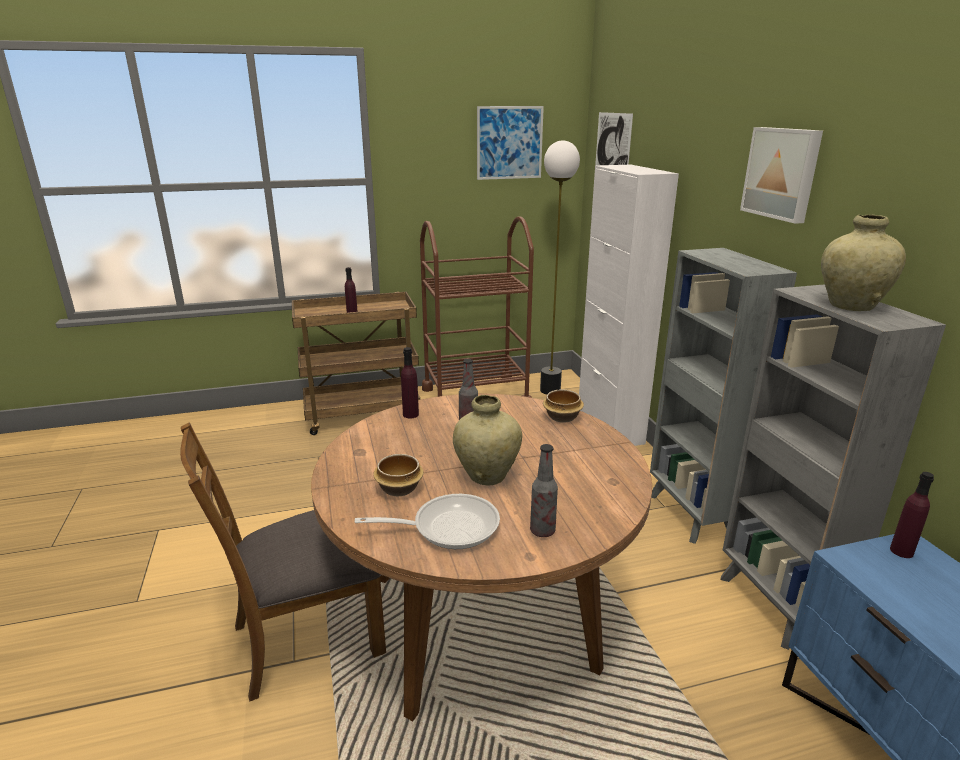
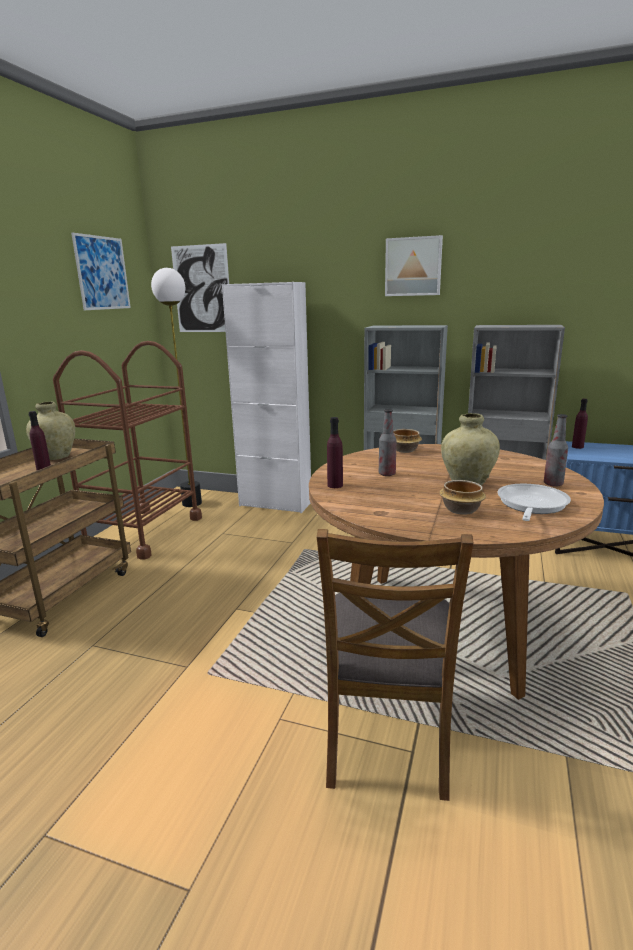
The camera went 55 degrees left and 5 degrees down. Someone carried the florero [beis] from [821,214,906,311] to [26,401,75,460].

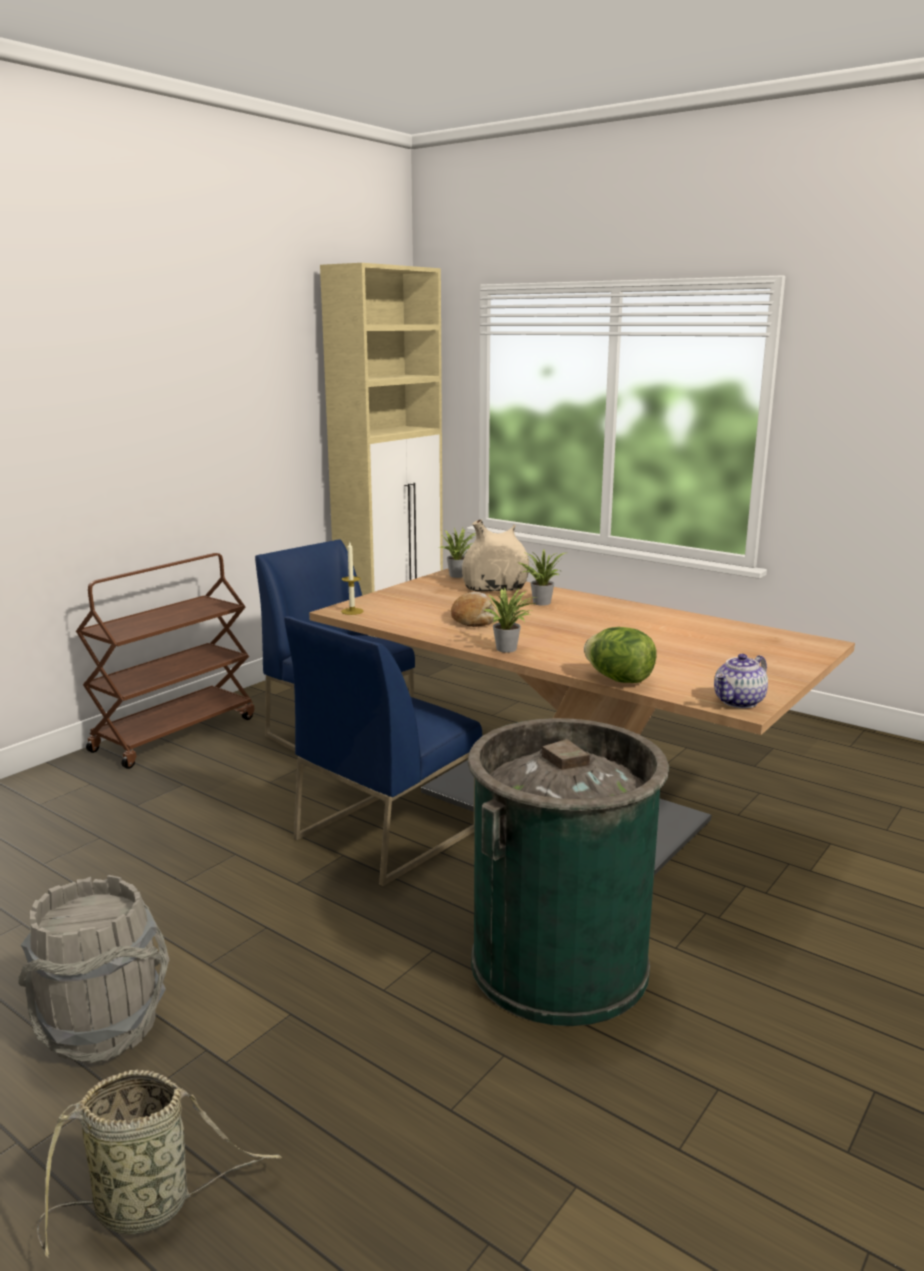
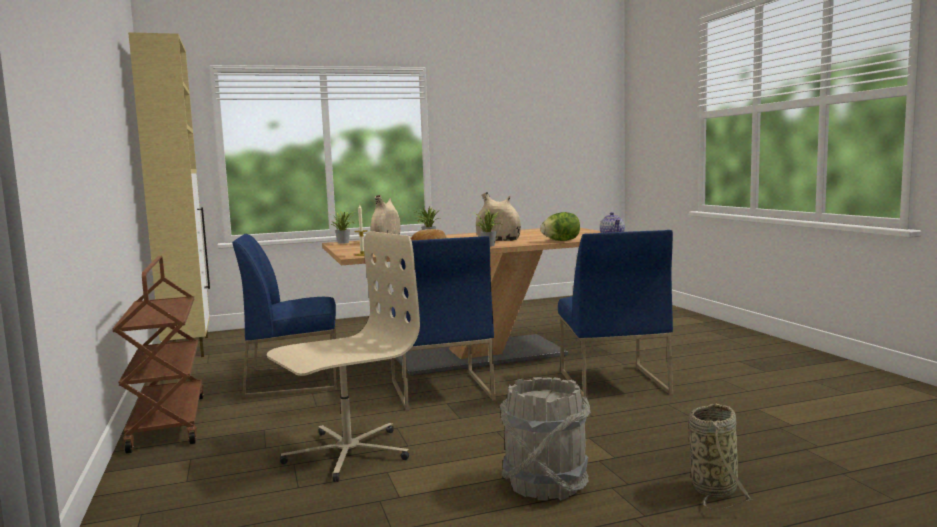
The camera went 55 degrees left and 10 degrees down. Someone put down the silla de oficina [beis] at [267,231,420,482]. Someone put down the florero [beis] at [476,192,521,241]. Someone swapped the papelera [verde] at [468,718,669,1026] for the silla [azul] at [558,230,673,400].

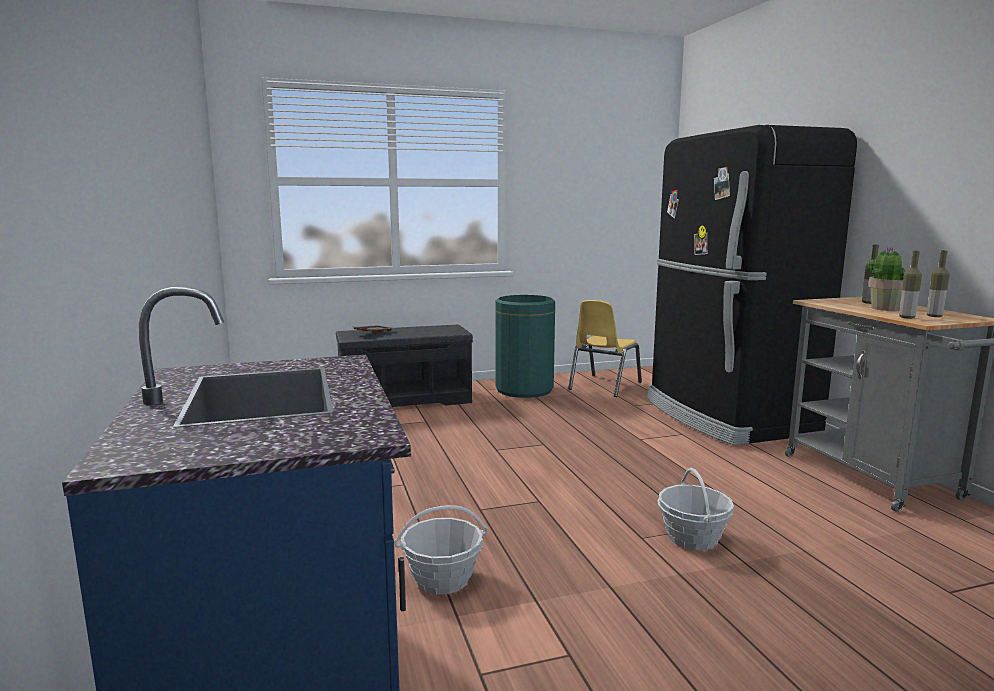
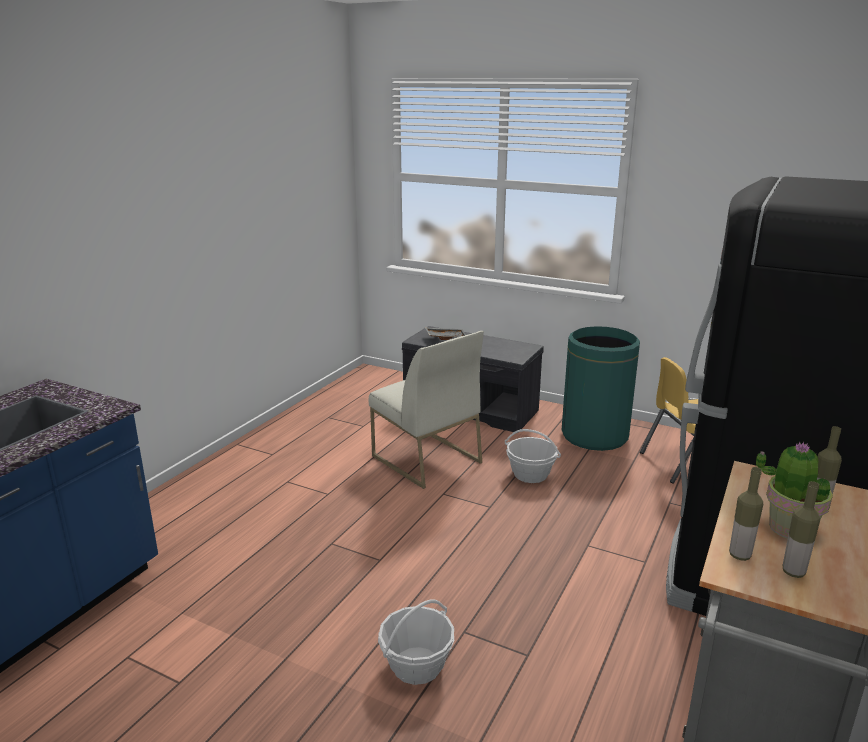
The camera went 45 degrees right and 10 degrees up. Someone put down the silla [blanco] at [369,331,484,489]. Someone carried the cesta from [394,505,488,595] to [505,429,561,483].

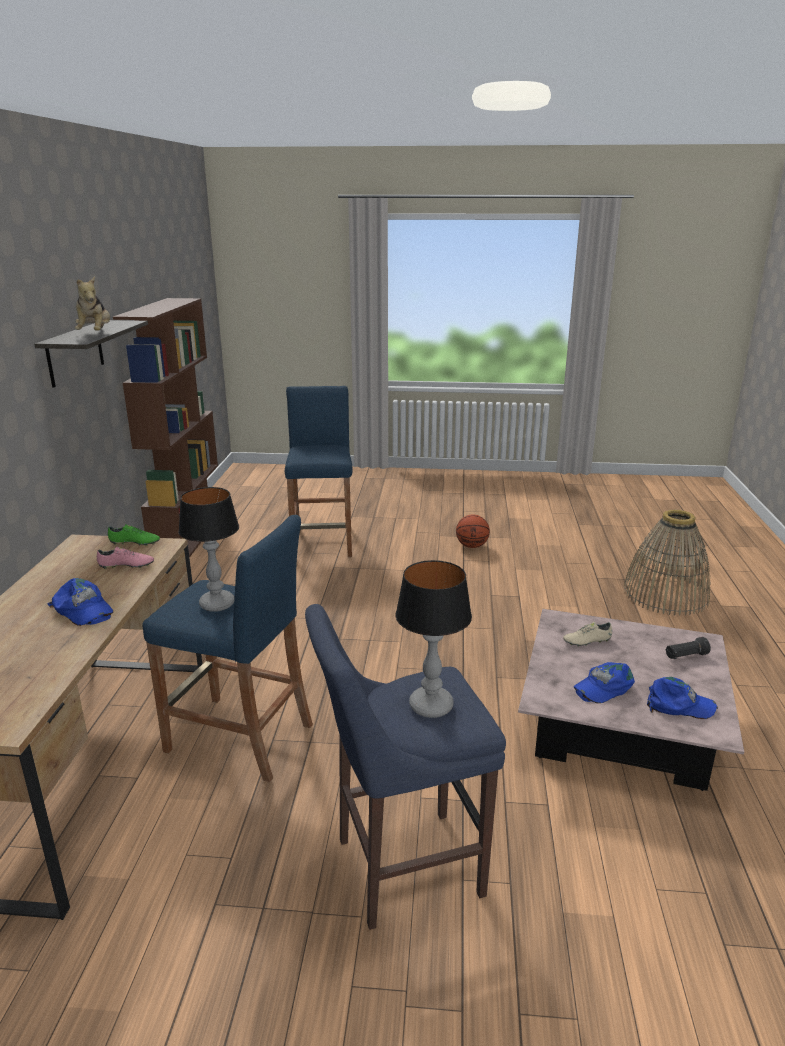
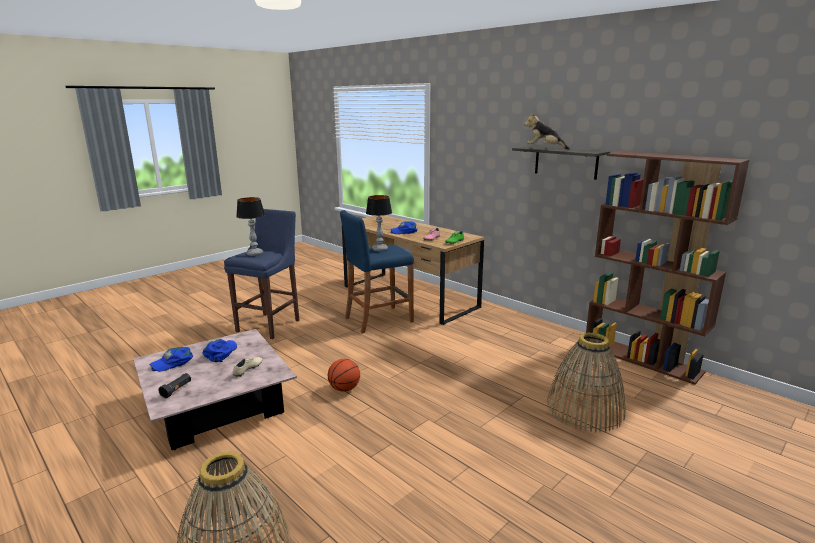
The camera went 130 degrees right and 5 degrees down. Someone carried the balón de baloncesto from [456,515,490,548] to [328,359,360,392]. Someone swapped the taburete [azul] at [285,386,353,557] for the cesta at [547,333,625,432].

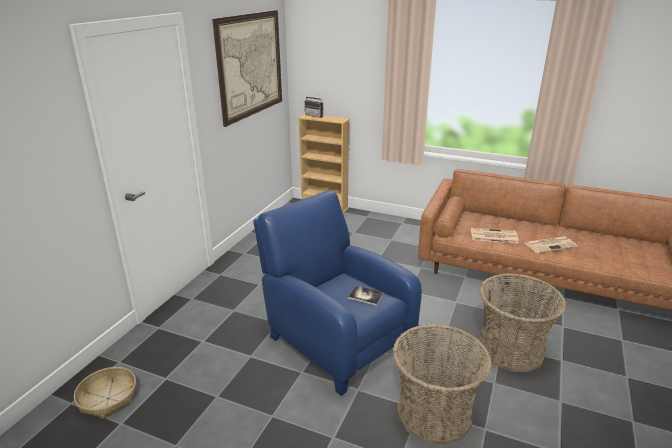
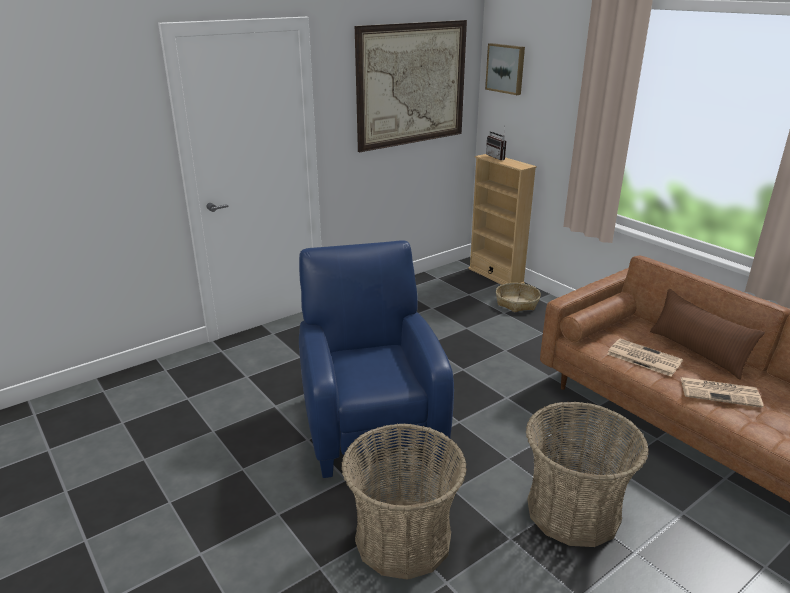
The camera went 30 degrees right and 0 degrees up. Someone put up the cuadro at [485,43,525,95]. Someone carried the cesta from [74,367,136,419] to [496,283,541,312]. Someone put down the cojín [marrón] at [650,289,765,380]. Someone took away the libro at [348,286,384,306].

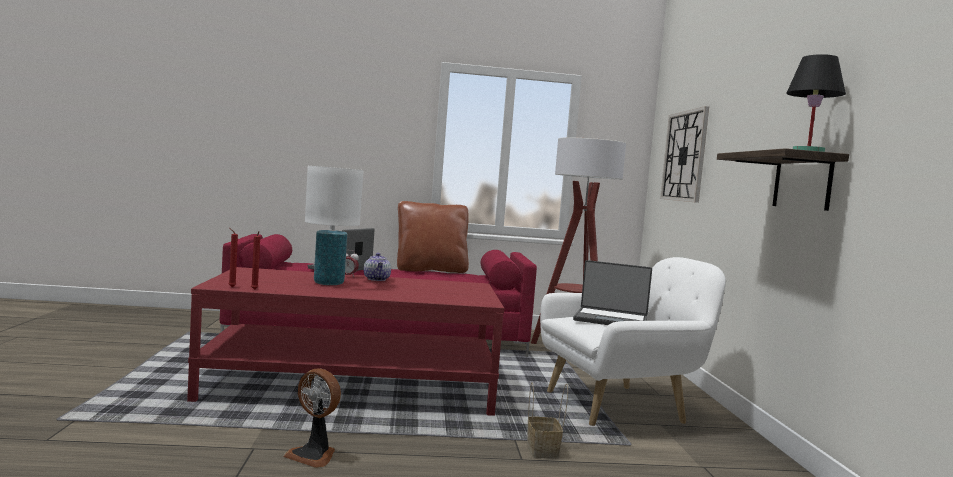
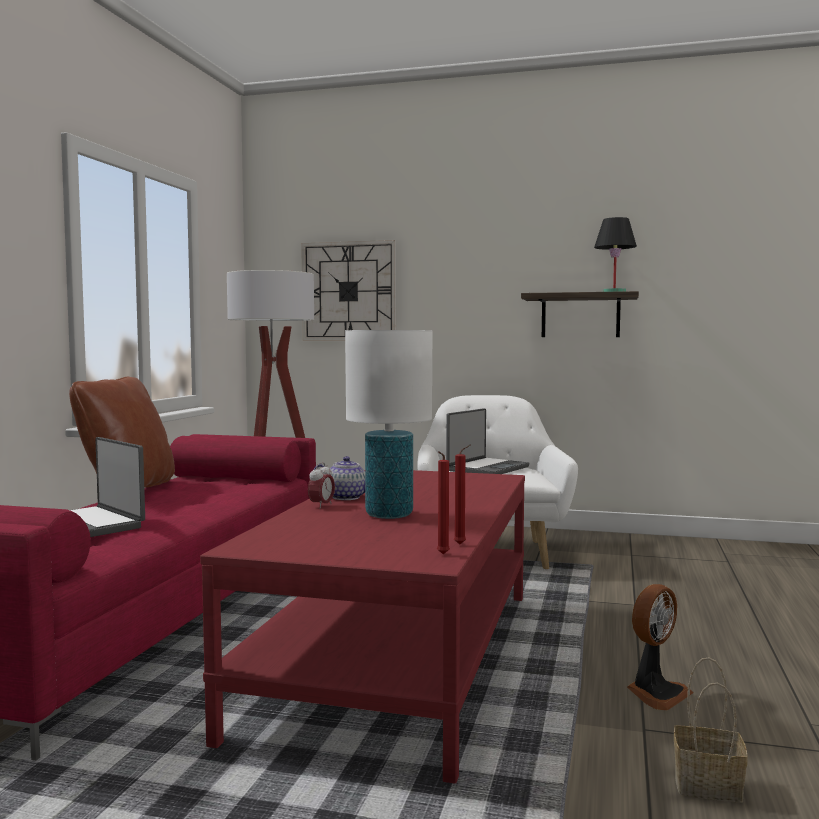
The camera went 70 degrees left and 0 degrees up. Someone carried the cesta from [527,382,568,458] to [674,657,748,803].

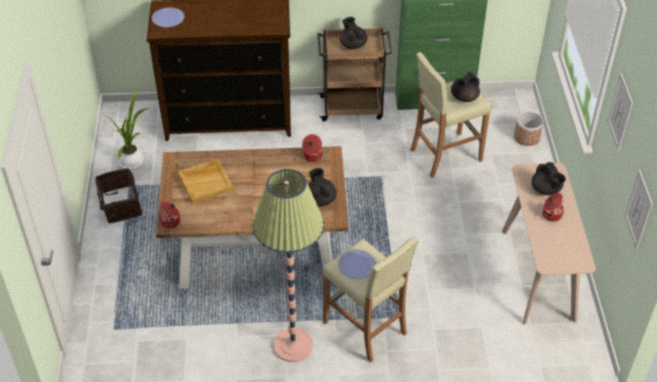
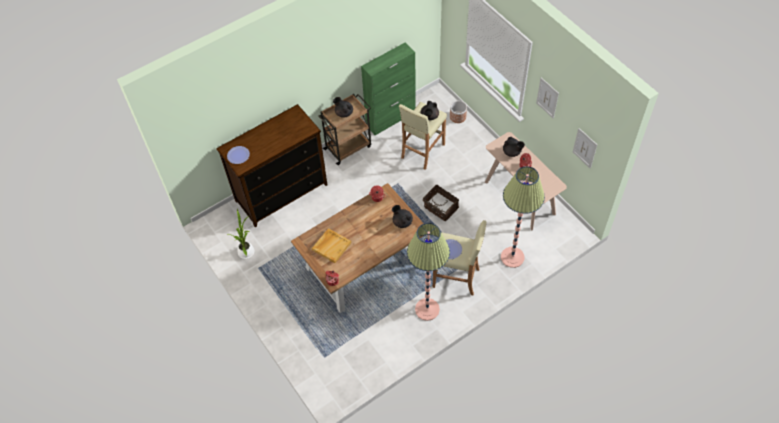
The camera went 30 degrees left and 10 degrees up. Someone carried the cesta from [95,168,142,223] to [423,184,459,221]. Someone put down the lámpara de pie at [501,166,545,268].

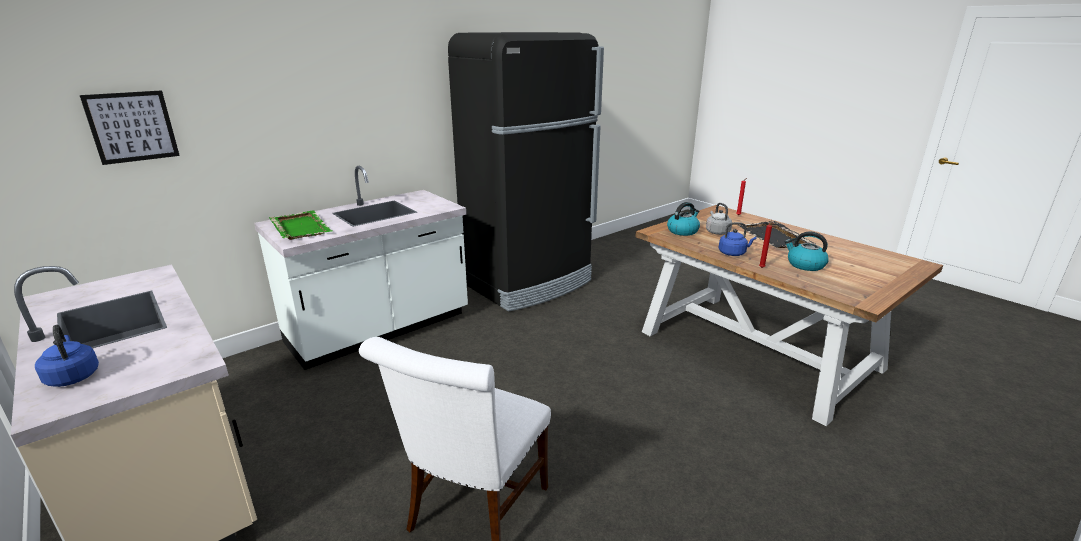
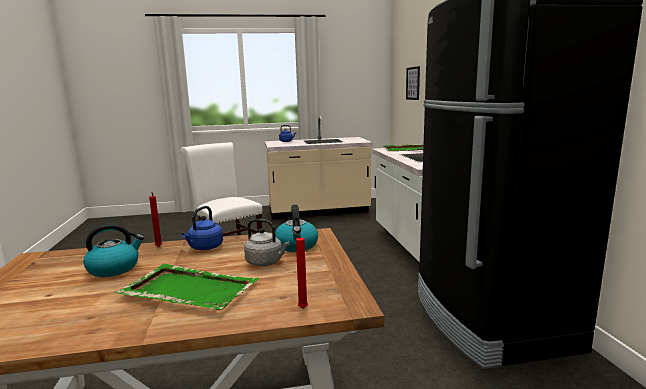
The camera went 120 degrees right and 10 degrees down. Someone repainted the bandeja [negro] at [738,221,816,248], which became the bandeja [verde] at [114,264,259,310].

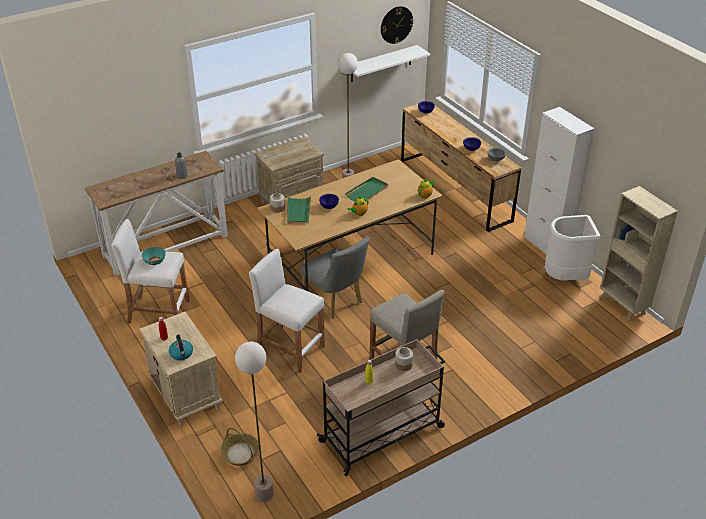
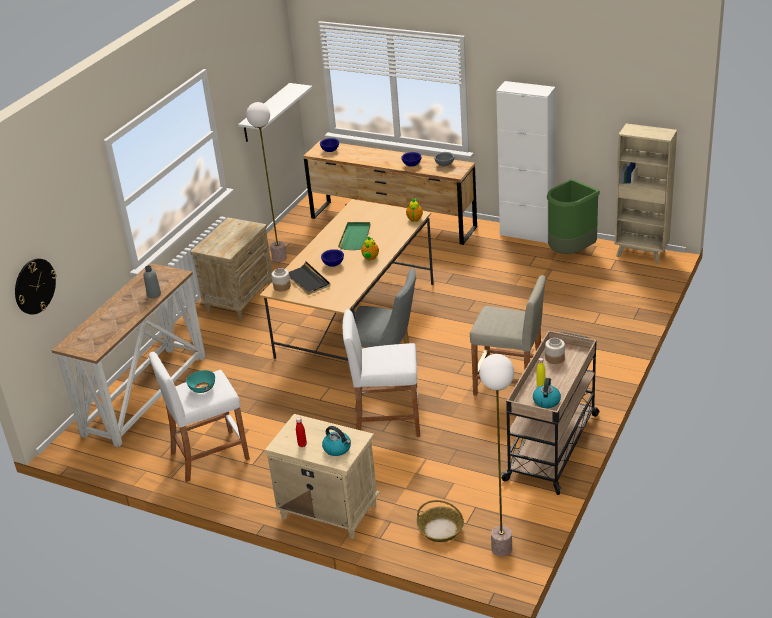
The camera went 30 degrees left and 5 degrees down. Someone carried the reloj de pared from [381,6,414,44] to [15,258,56,315]. Someone repainted the bandeja [verde] at [287,196,311,223], which became the bandeja [negro] at [289,261,330,295]. Someone put down the hervidor at [533,378,561,408]. Someone repainted the papelera [blanco] at [545,215,600,281], which became the papelera [verde] at [547,179,600,254].

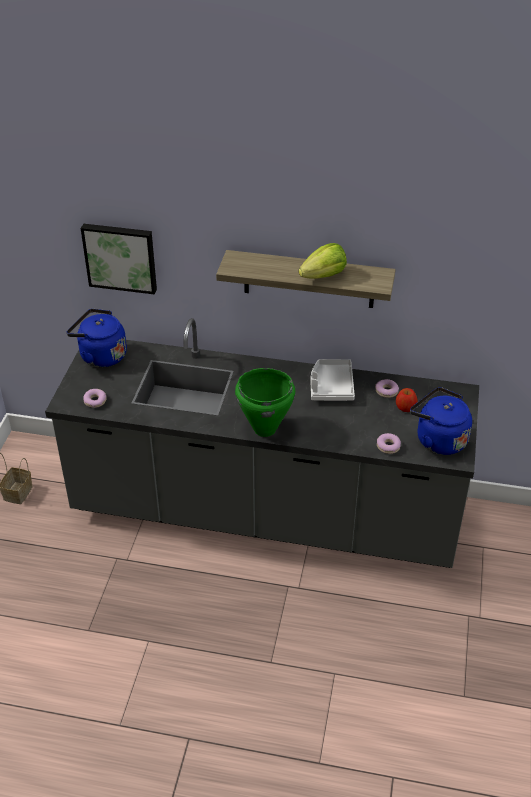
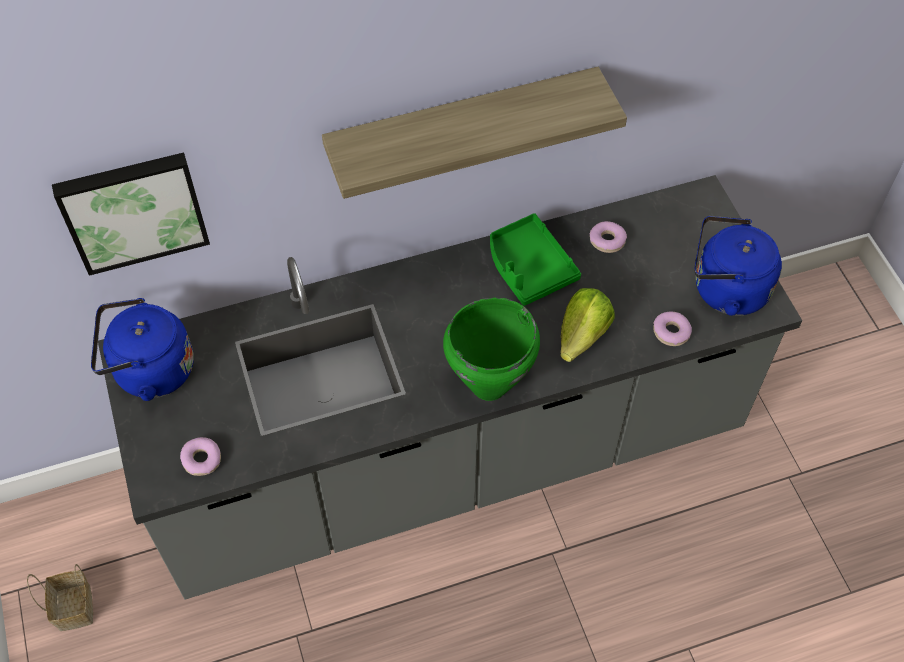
The camera went 30 degrees left and 15 degrees up. Someone repainted the bandeja [blanco] at [311,359,355,401], which became the bandeja [verde] at [490,213,581,306]. Someone carried the lechuga from [299,243,347,279] to [560,288,615,362]. Someone took away the manzana at [396,388,418,412].

